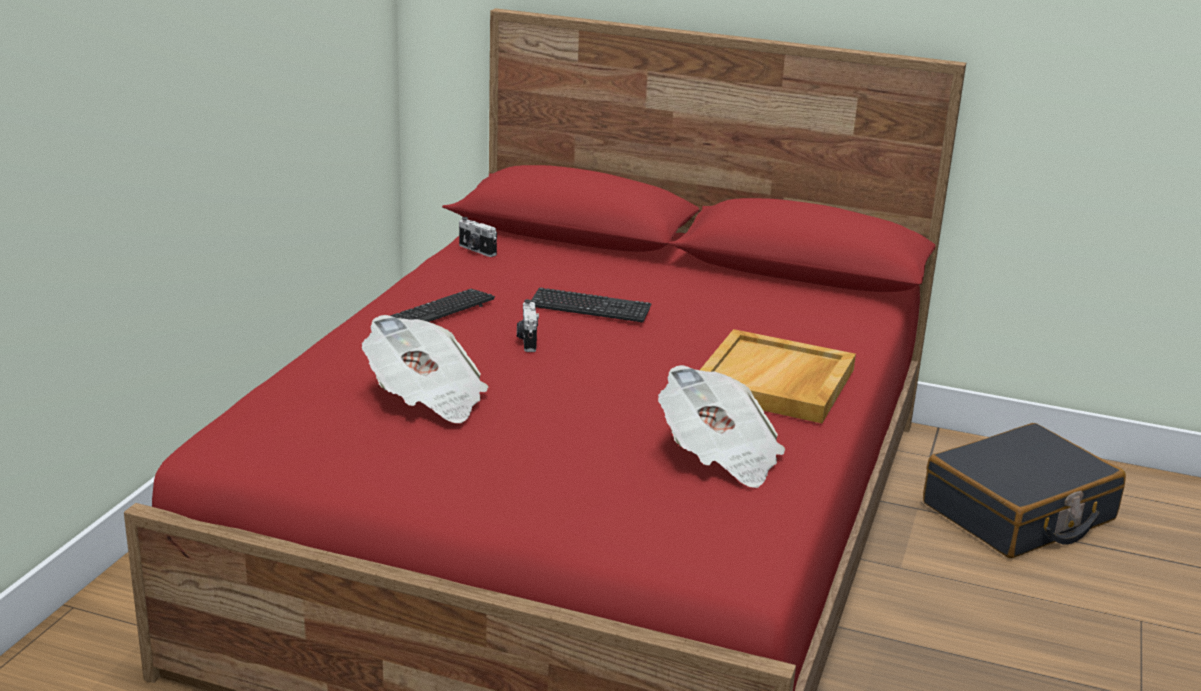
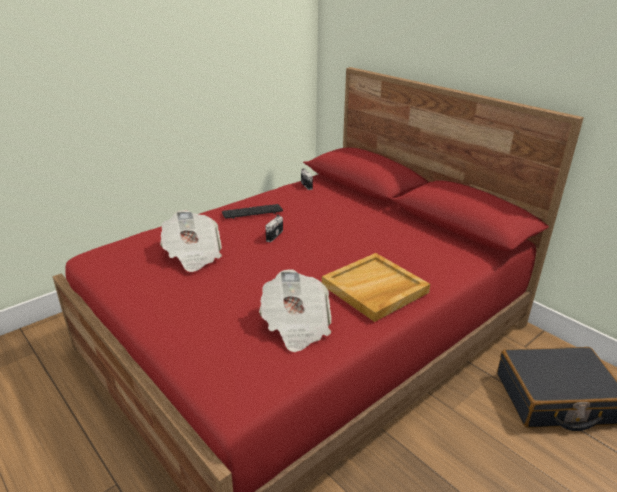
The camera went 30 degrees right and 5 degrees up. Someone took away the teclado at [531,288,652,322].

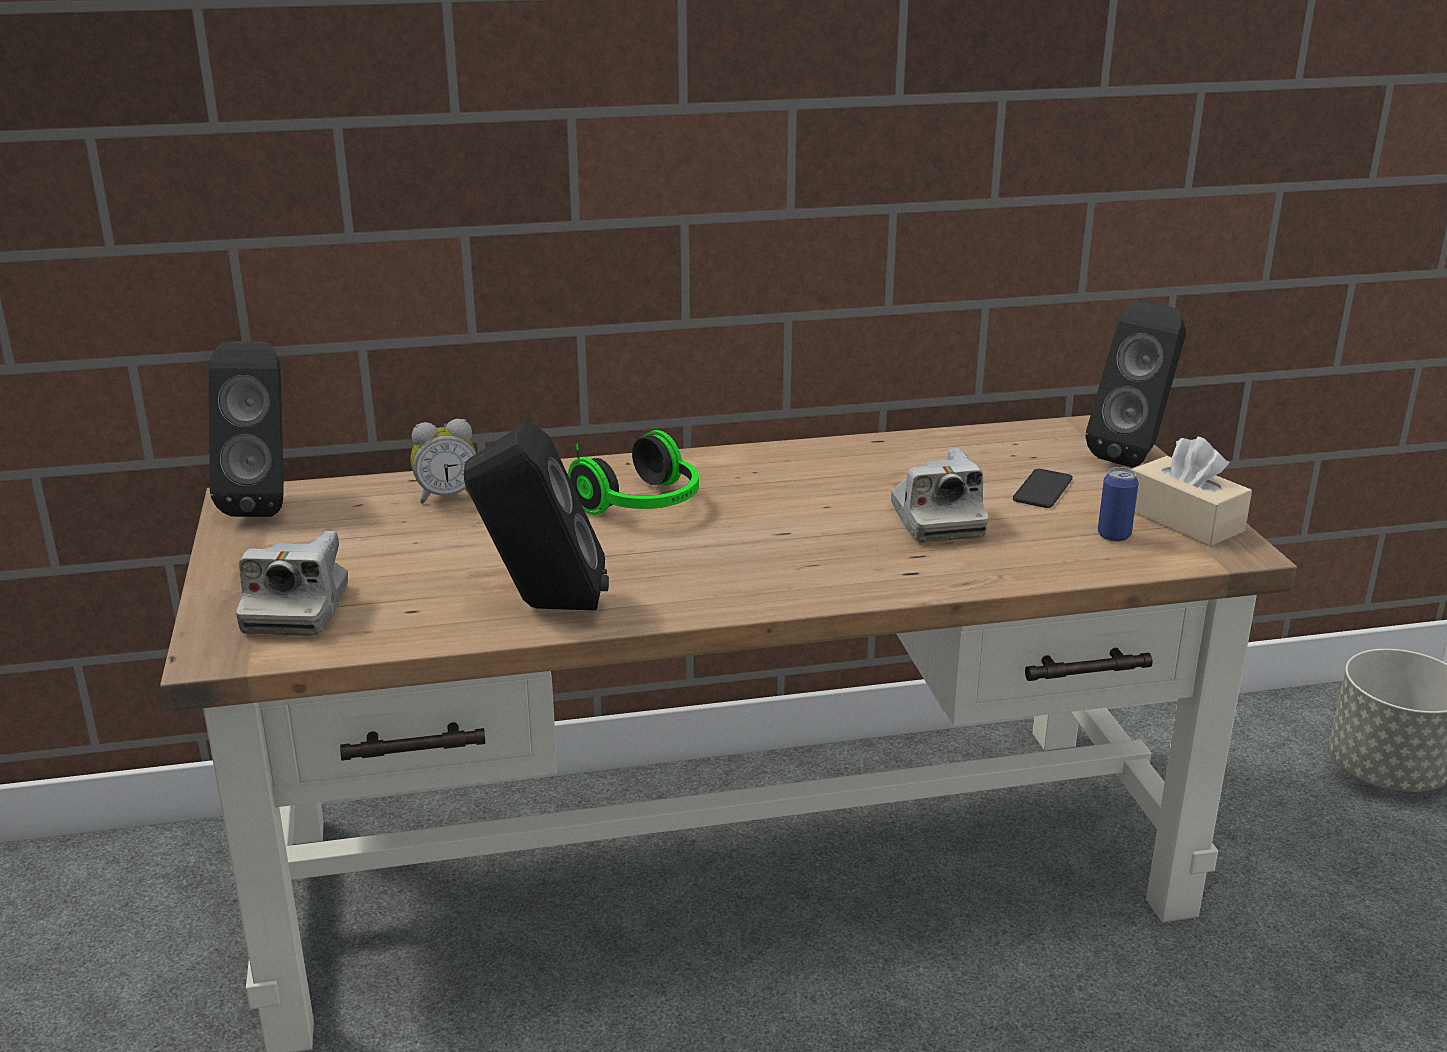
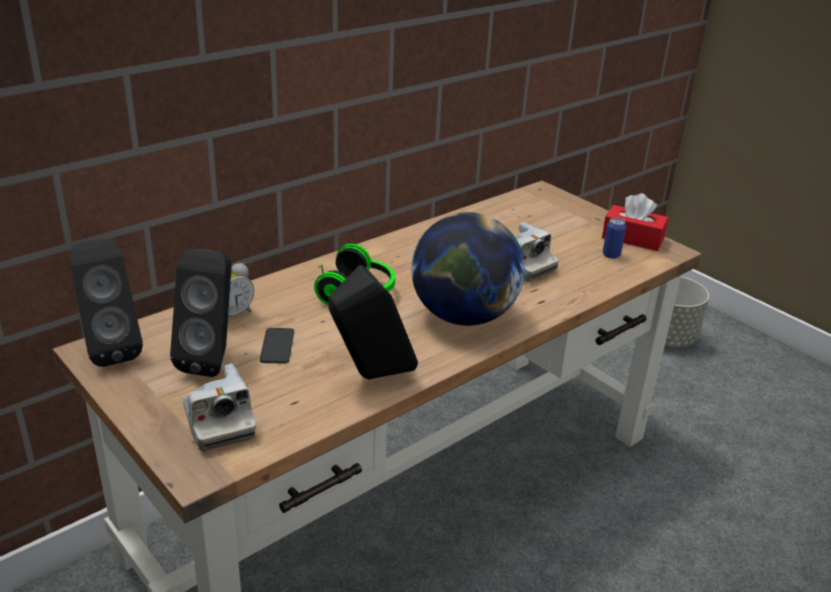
The camera went 30 degrees left and 5 degrees up. Someone carried the altavoz [negro] from [1085,301,1186,468] to [170,249,232,377]. Someone carried the móvil from [1013,469,1073,508] to [260,328,294,364]. Someone put down the globo terráqueo at [411,212,525,326]. Someone repainted the caja de pañuelos [beis] at [1132,436,1252,546], which became the caja de pañuelos [rojo] at [602,193,668,251].

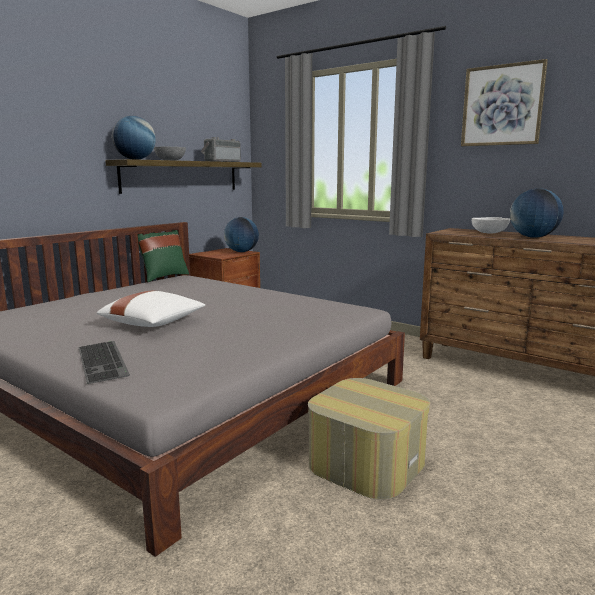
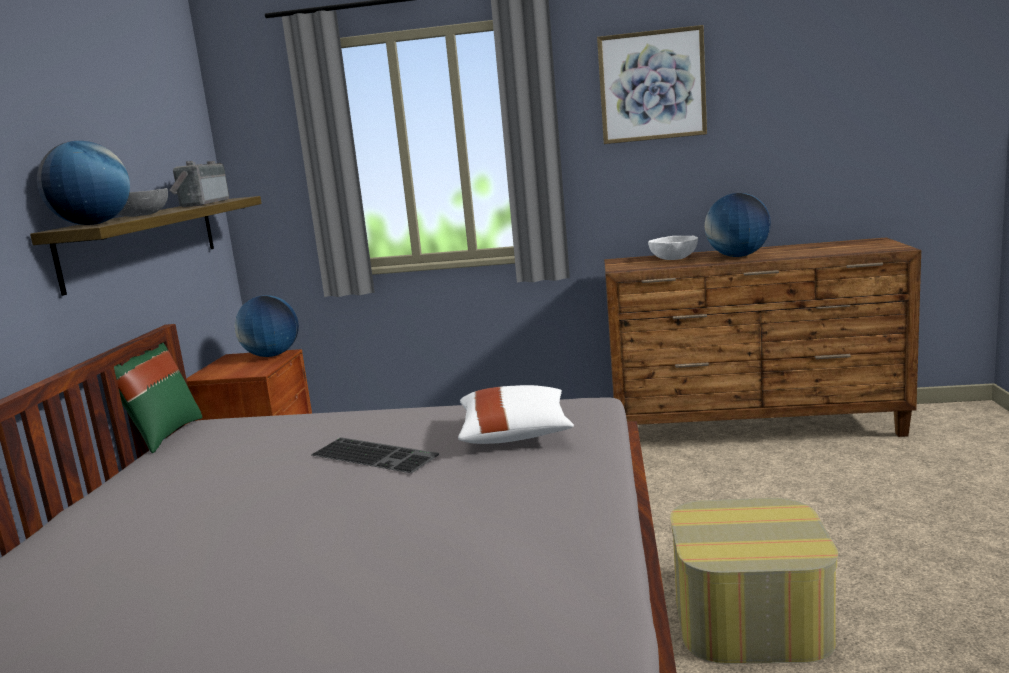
The camera went 30 degrees left and 0 degrees up. Someone carried the teclado from [78,341,130,384] to [311,437,439,473]. Someone carried the cojín [blanco] from [97,291,205,327] to [458,385,574,444].

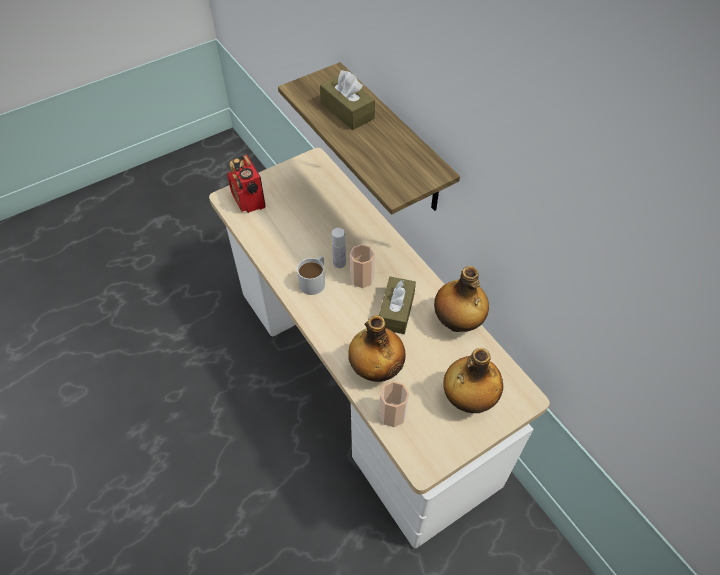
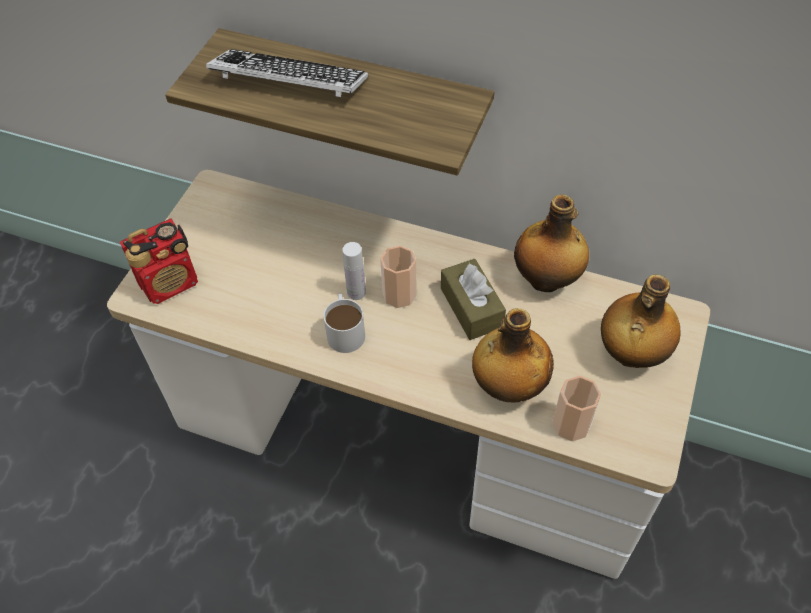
The camera went 35 degrees left and 0 degrees up. Someone rotated the radio at [227,155,266,213] by 60 degrees counterclockwise. Someone swapped the caja de pañuelos [marrón] at [320,70,375,130] for the teclado at [206,49,368,97].

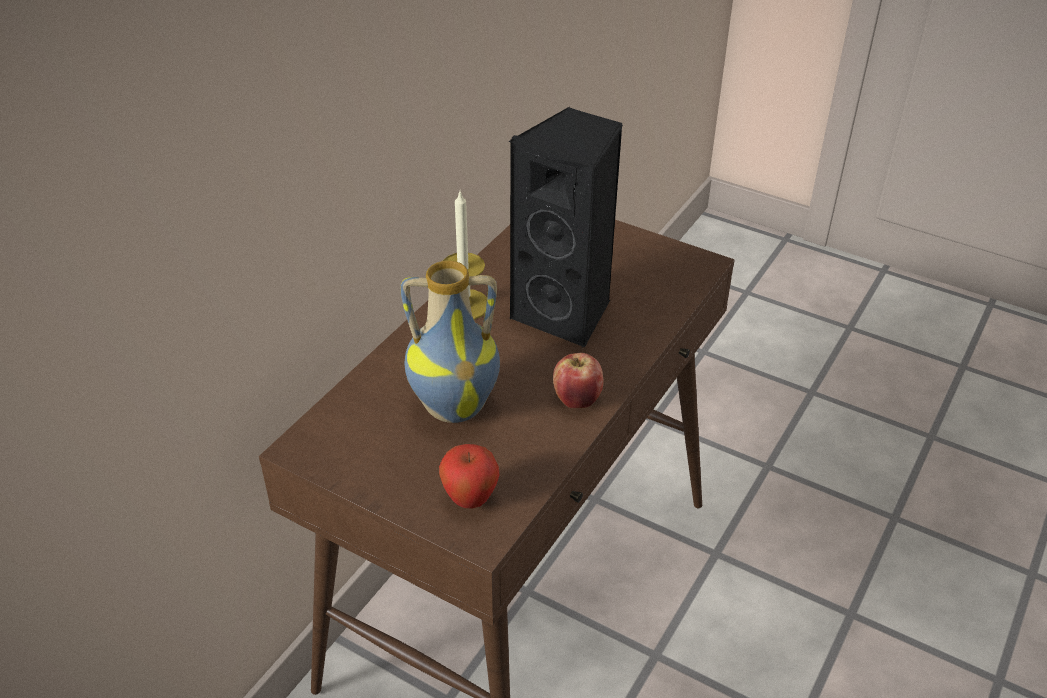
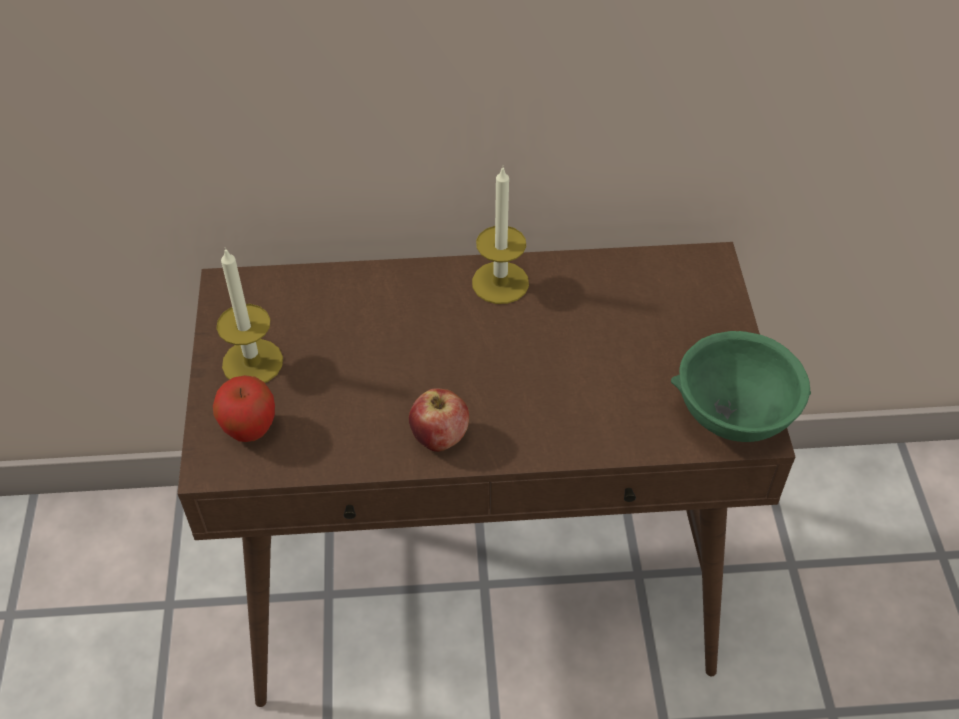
The camera went 55 degrees right and 10 degrees up. Someone put down the vela at [216,248,283,383]. Someone put down the cuenco [verde] at [671,331,811,442]. Someone took away the florero at [401,261,500,423]. Someone took away the altavoz [negro] at [508,107,623,347].

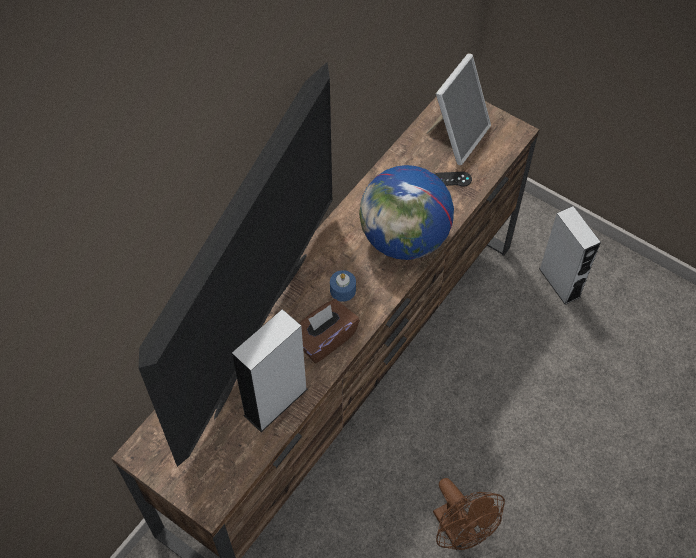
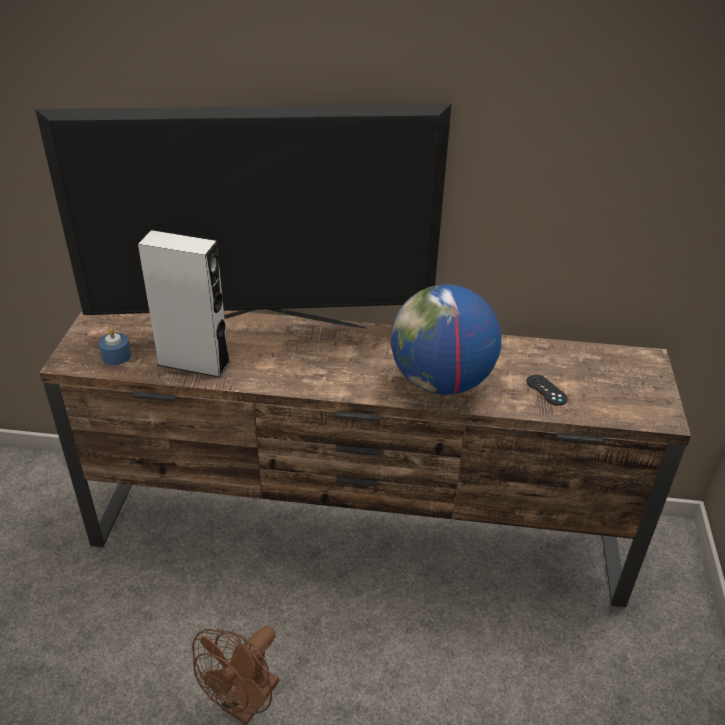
The camera went 60 degrees right and 20 degrees down. Someone carried the vela [azul] from [330,270,356,302] to [99,328,131,365]. Someone took away the caja de pañuelos [marrón] at [299,299,360,363]. Someone took away the portarretratos at [426,53,491,165]. Someone took away the altavoz [gris] at [539,206,601,305].

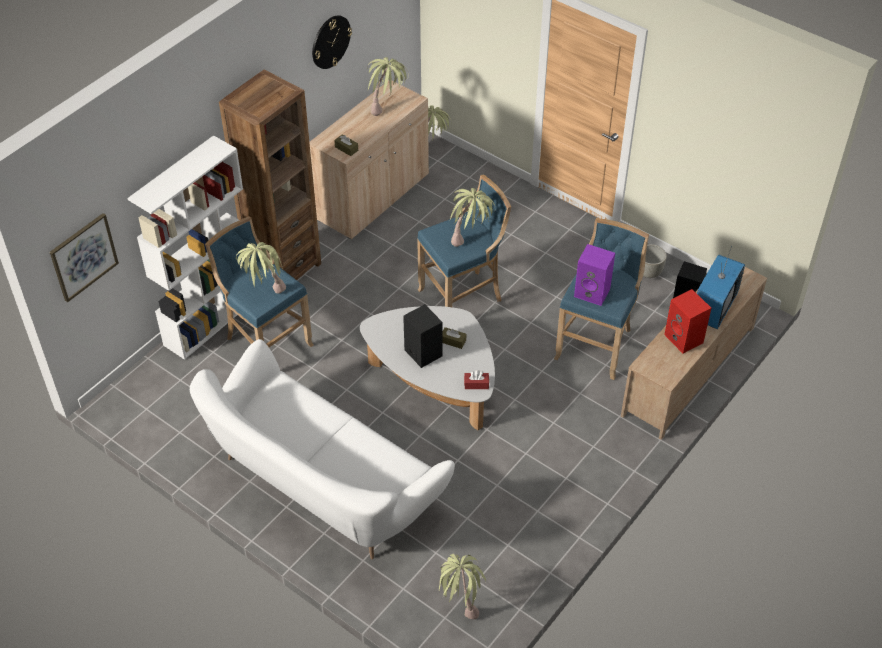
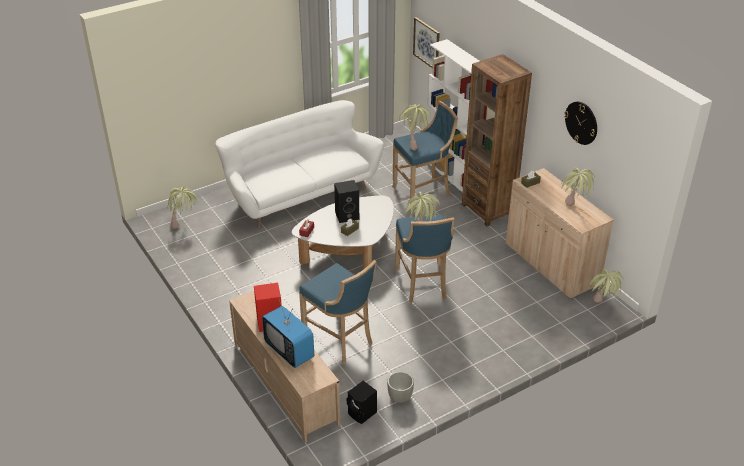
The camera went 110 degrees right and 10 degrees down. Someone took away the altavoz [morado] at [574,244,615,306].

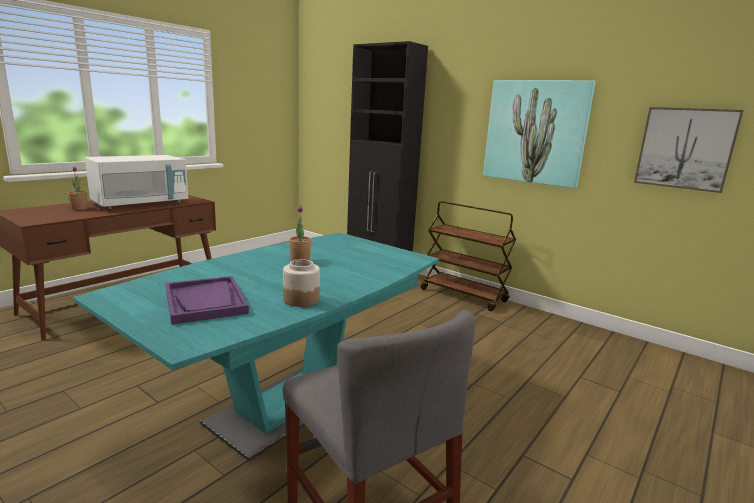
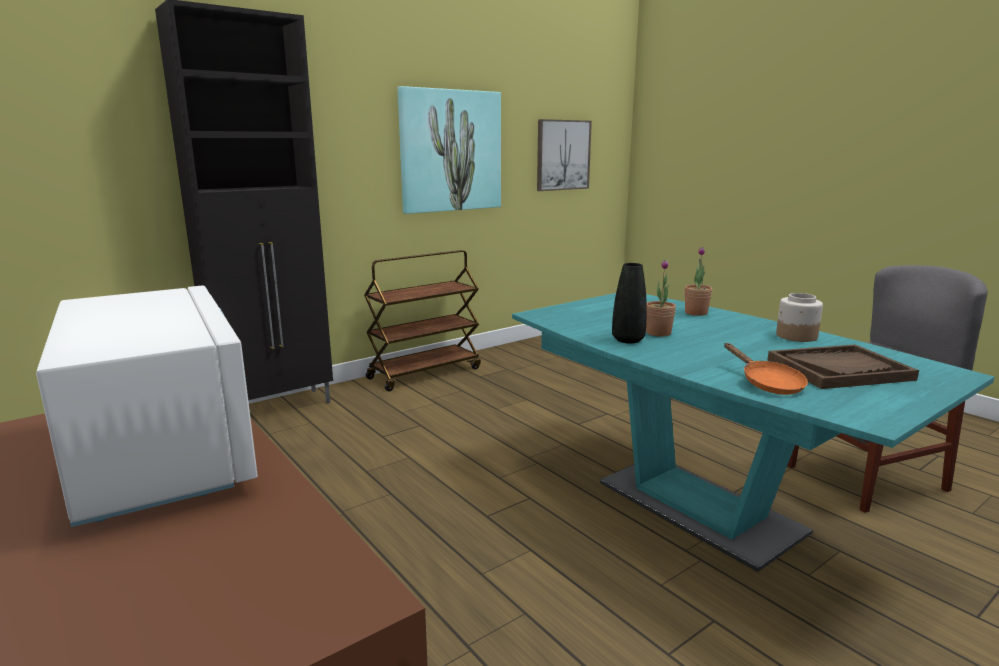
The camera went 75 degrees left and 0 degrees up. Someone put down the florero [negro] at [612,263,647,344]. Someone carried the planta en maceta from [67,166,87,210] to [685,247,712,316]. Someone put down the sartén [naranja] at [724,343,808,395]. Someone repainted the bandeja [morado] at [165,276,249,325], which became the bandeja [marrón] at [768,344,919,389].

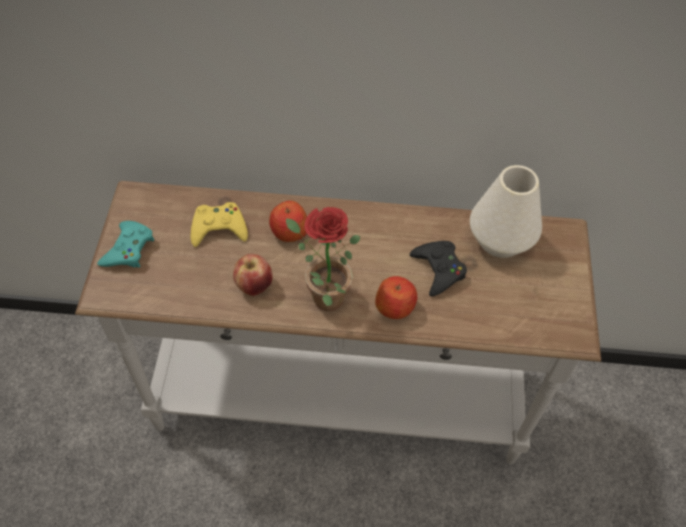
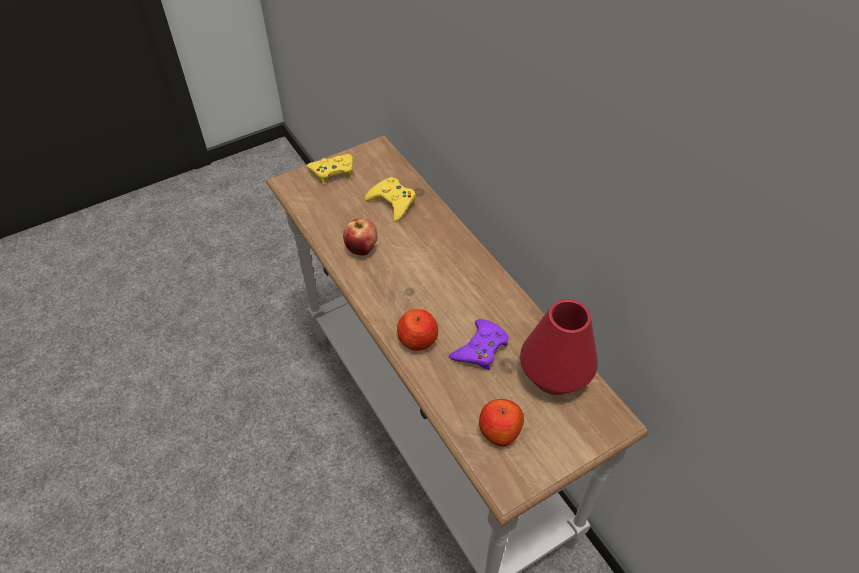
The camera went 55 degrees right and 5 degrees down. Someone repainted the mando de consola [turquesa] at [97,221,154,268], which became the mando de consola [amarillo] at [306,154,353,185]. Someone repainted the mando de consola [negro] at [410,241,467,296], which became the mando de consola [morado] at [449,319,509,370]. Someone carried the manzana from [269,201,307,242] to [479,399,524,447]. Someone repainted the florero [blanco] at [470,165,542,258], which became the florero [rojo] at [520,299,598,395]. Someone took away the planta en maceta at [286,207,360,311].

